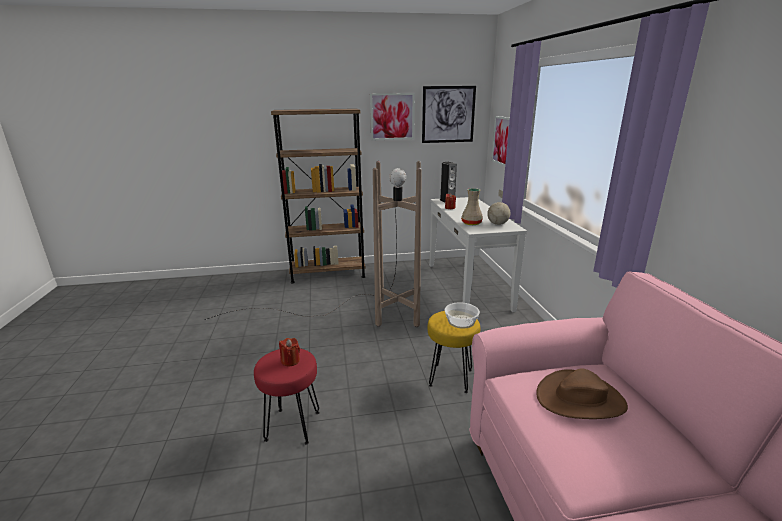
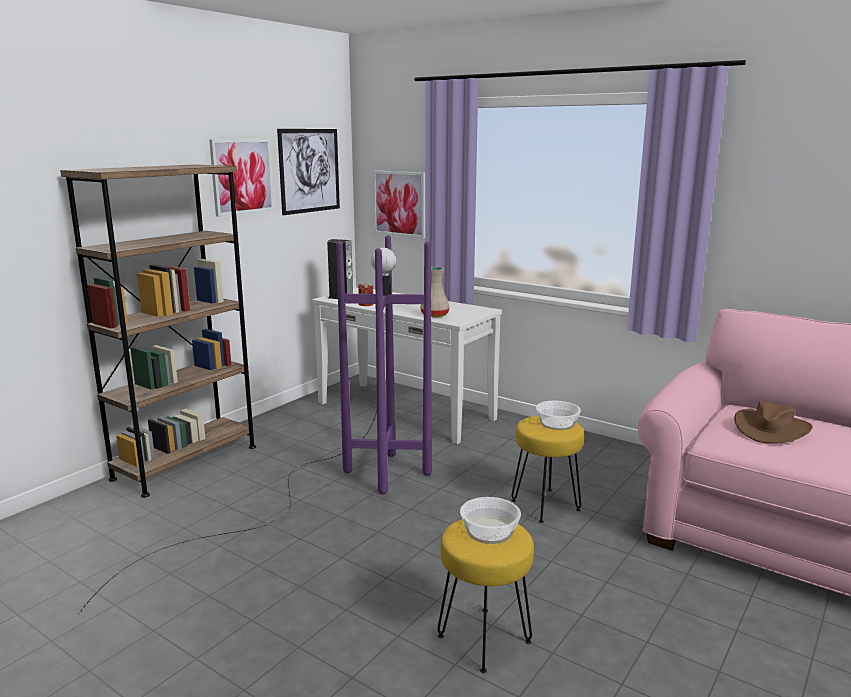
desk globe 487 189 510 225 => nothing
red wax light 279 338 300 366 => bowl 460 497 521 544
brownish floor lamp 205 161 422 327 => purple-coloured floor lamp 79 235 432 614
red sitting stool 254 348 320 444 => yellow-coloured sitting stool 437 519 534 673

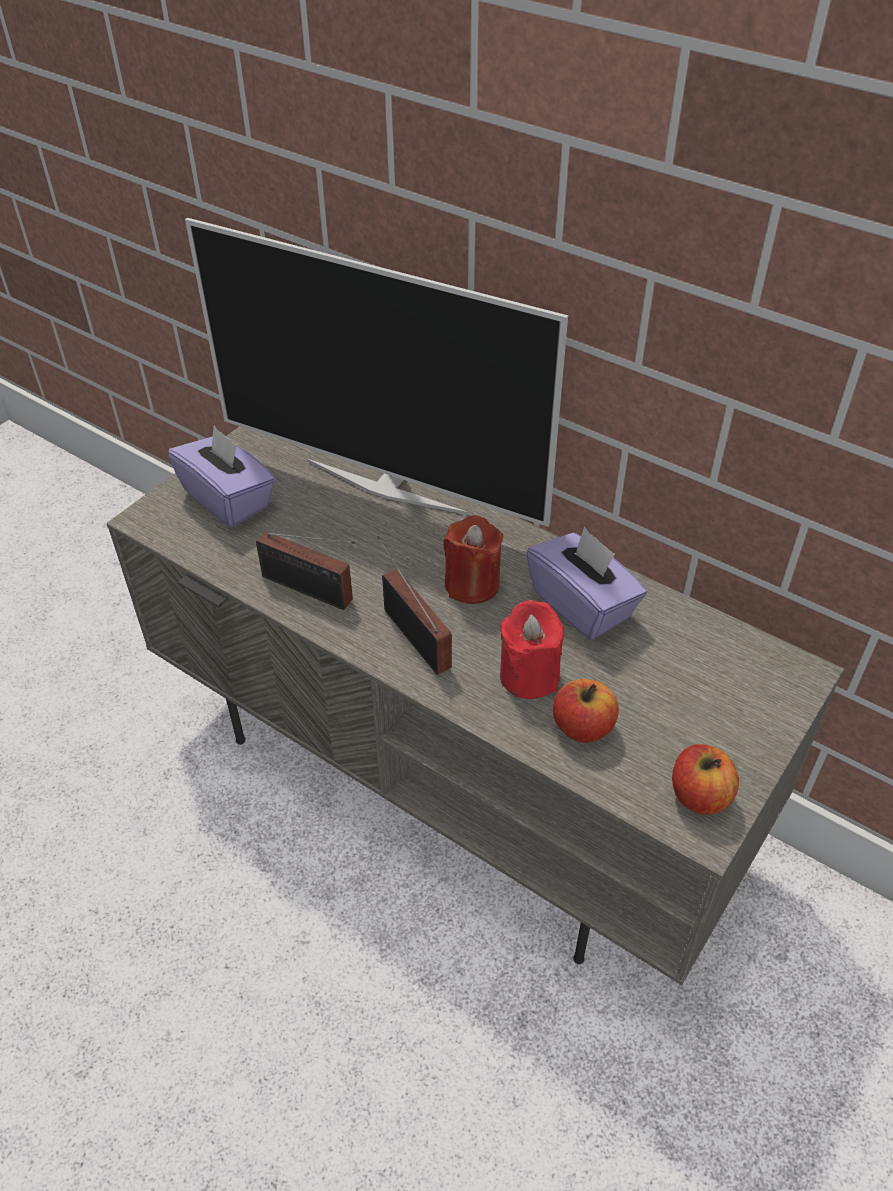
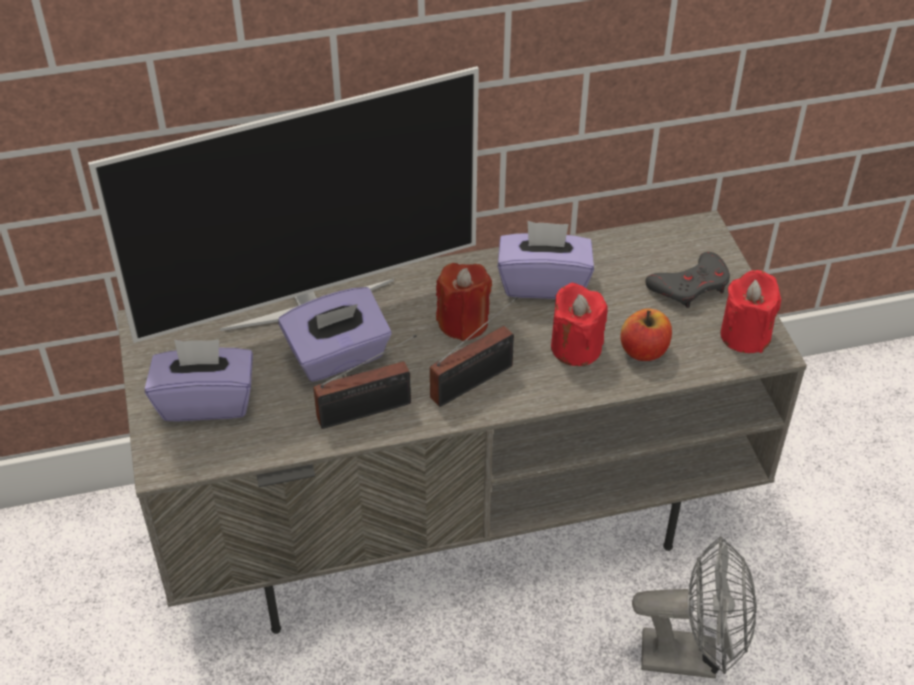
nothing => purple-coloured tissue box 278 287 392 382
nothing => grey cooling fan 632 536 757 679
nothing => grey gamepad 645 252 730 308
apple 672 744 739 815 => red wax light 720 270 781 353
radio 377 536 452 675 => radio 430 297 518 407, 135 degrees clockwise

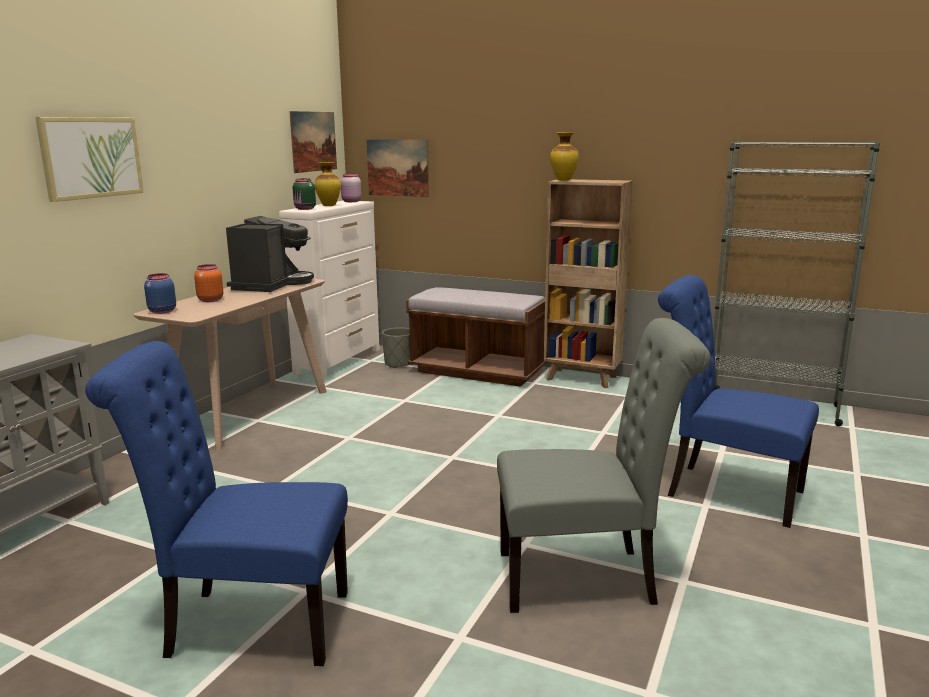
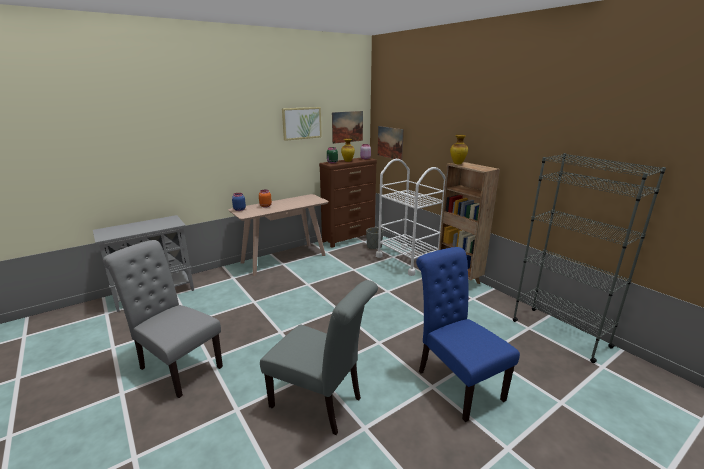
coffee brewer 226 216 314 292 => nothing
wall art 35 117 144 202 => wall art 282 107 322 141, shifted
brownish long seat 406 287 548 387 => white-coloured trolley 376 159 445 276
blue-coloured chair 85 341 348 666 => grey chair 103 240 223 398
white-coloured dresser 279 201 380 379 => brownish dresser 319 158 377 248

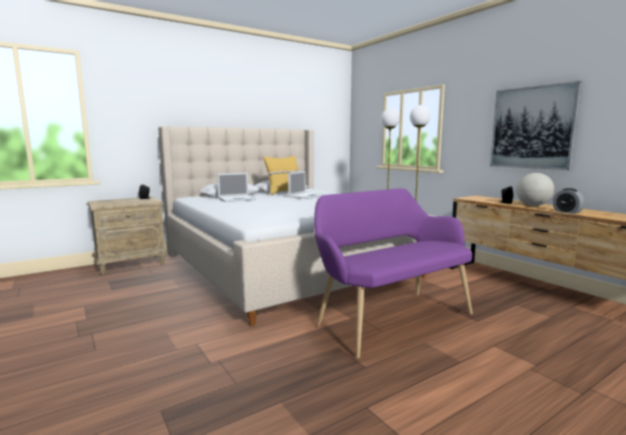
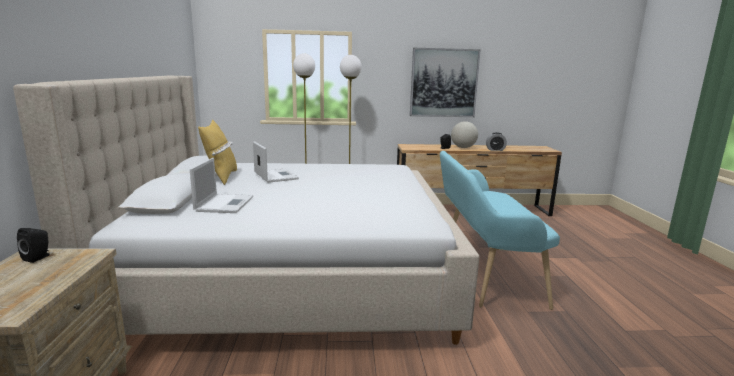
purple-coloured long seat 314 188 473 359 => turquoise-coloured long seat 440 151 560 310

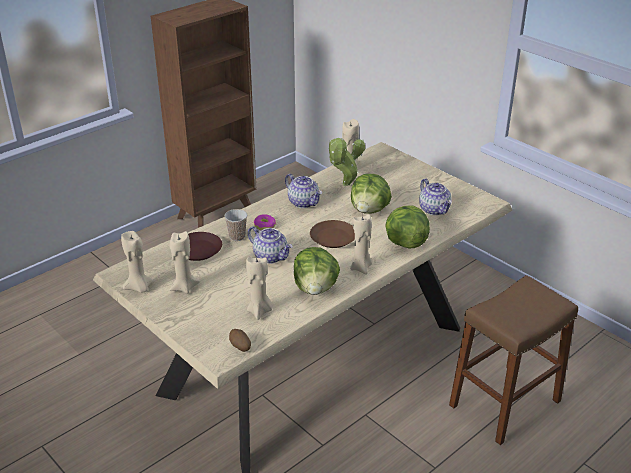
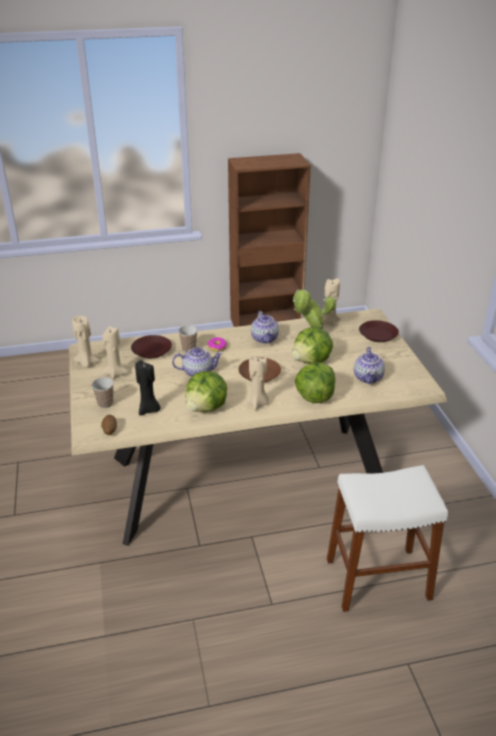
nothing => small cup 91 377 114 408
nothing => brownish dinner plate 359 320 399 342
beige-coloured wax light 246 256 273 320 => black-coloured wax light 135 360 161 416
brownish sitting stool 449 275 578 445 => white-coloured sitting stool 327 465 448 612
tea pot 248 226 293 264 => tea pot 172 347 223 377, 75 degrees counterclockwise

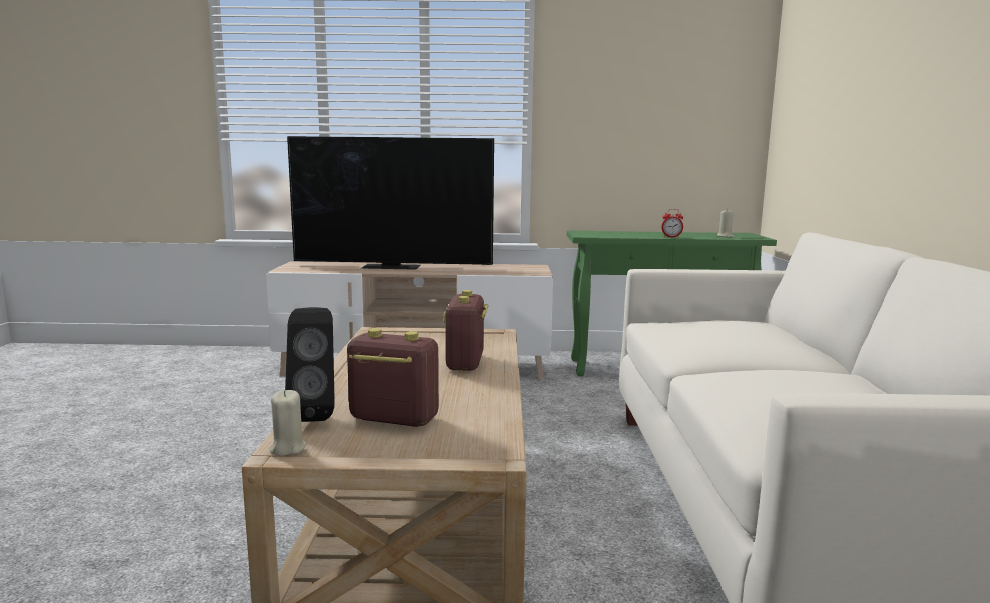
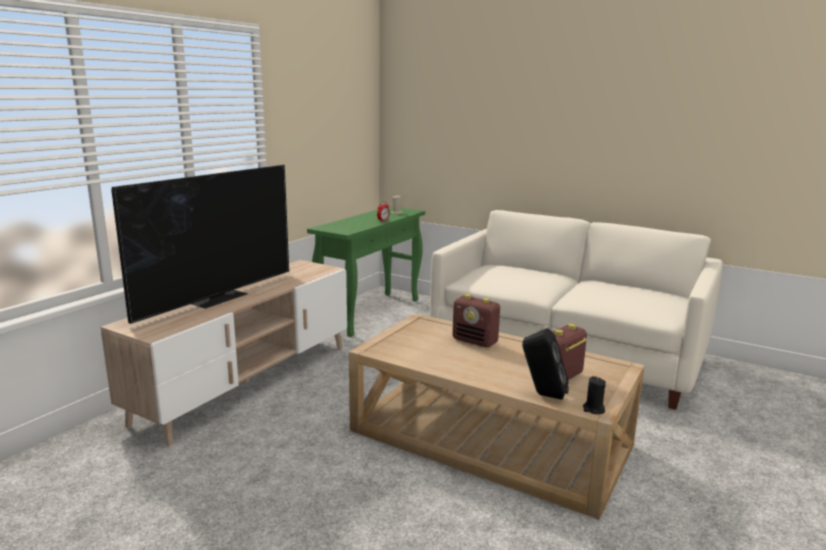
beige-coloured wax light 269 390 306 456 => black-coloured wax light 583 376 606 414

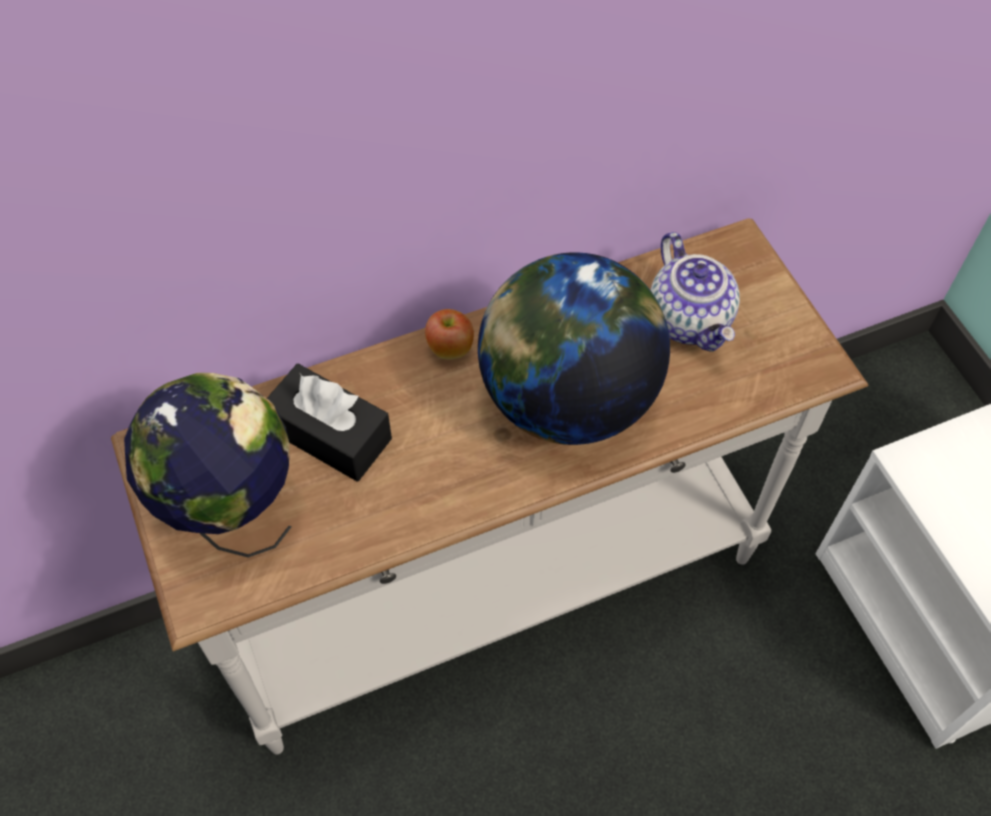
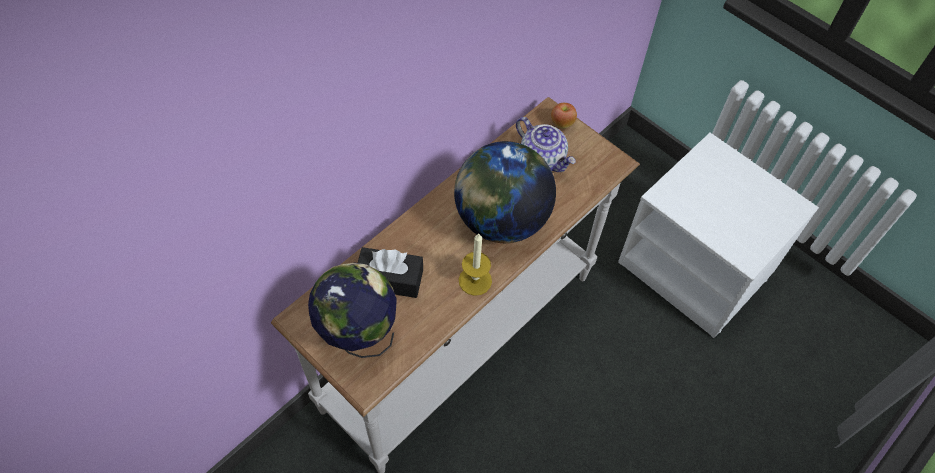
nothing => wax light 459 234 492 296
apple 425 309 474 360 => apple 551 103 577 129, shifted

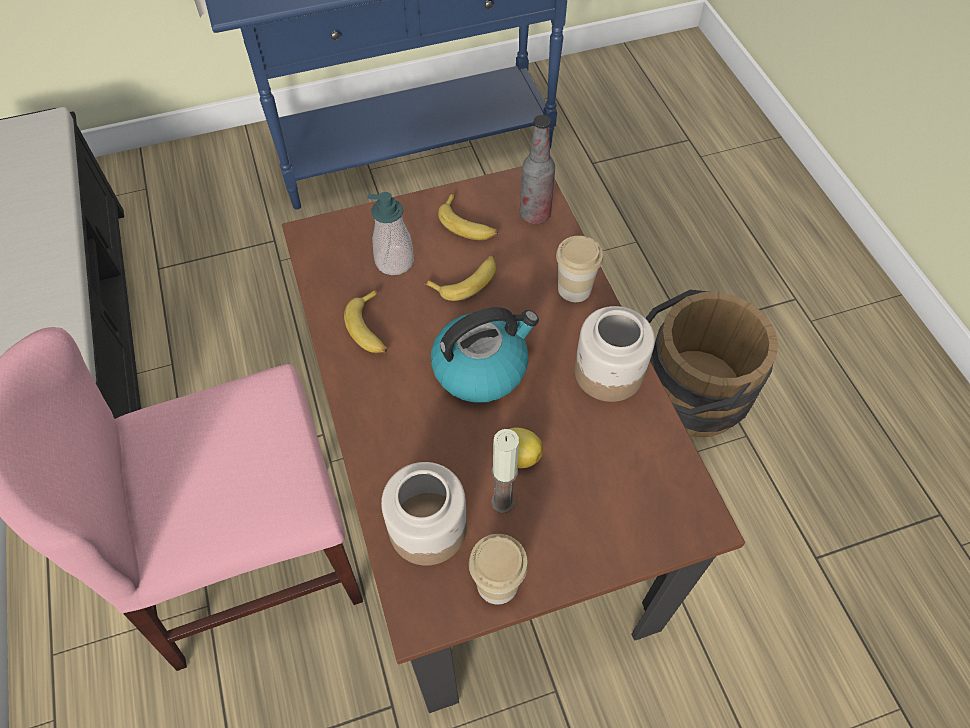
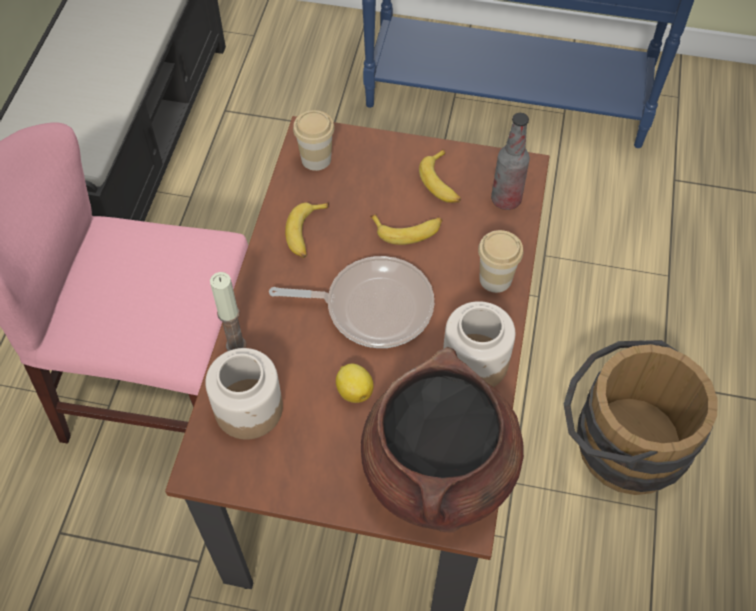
soap dispenser 368 192 414 275 => nothing
nothing => brownish saucepot 361 347 524 533
small cup 469 534 528 604 => small cup 293 110 335 171, shifted
wax light 491 429 519 513 => wax light 210 272 246 351, shifted
tea kettle 431 307 539 403 => pan 269 256 434 348

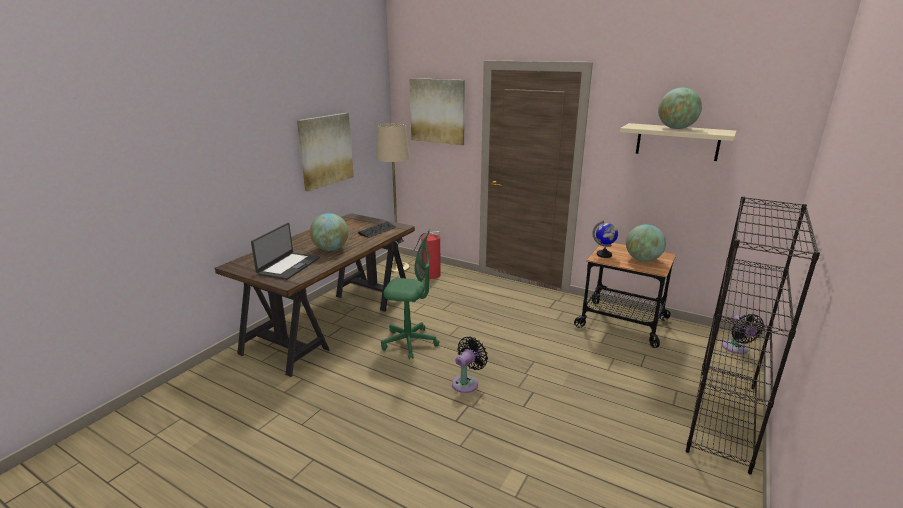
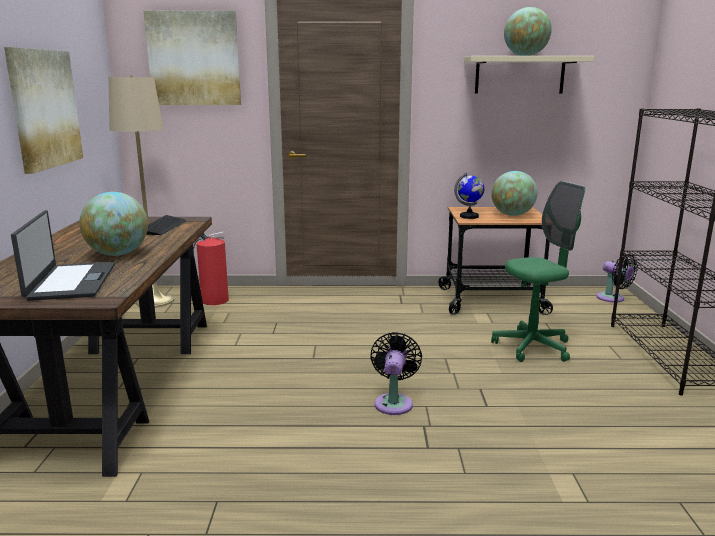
green desk chair 381 229 439 359 => green desk chair 491 181 585 362, shifted

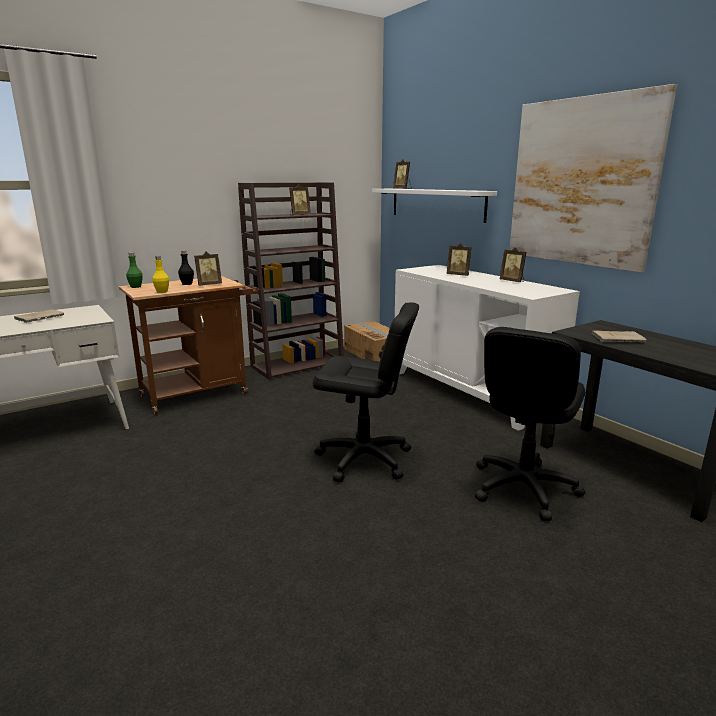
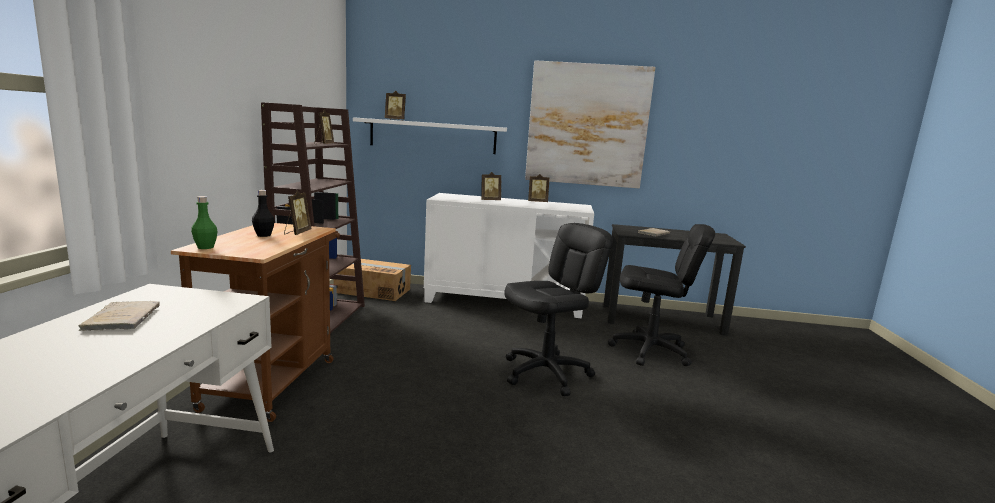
yellow-coloured bottle 153 256 169 293 => nothing
black-coloured desk chair 475 327 585 521 => black-coloured desk chair 608 224 715 366, 60 degrees counterclockwise

